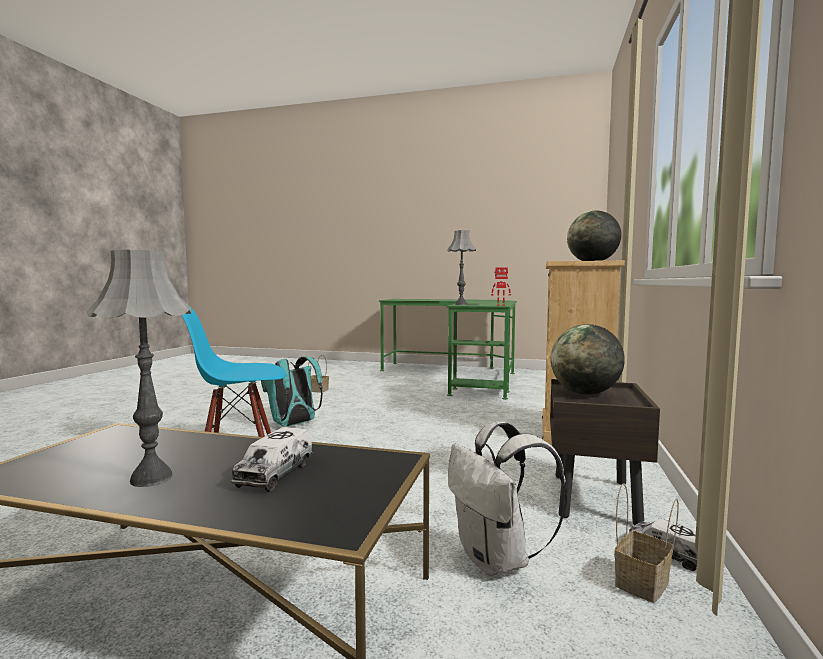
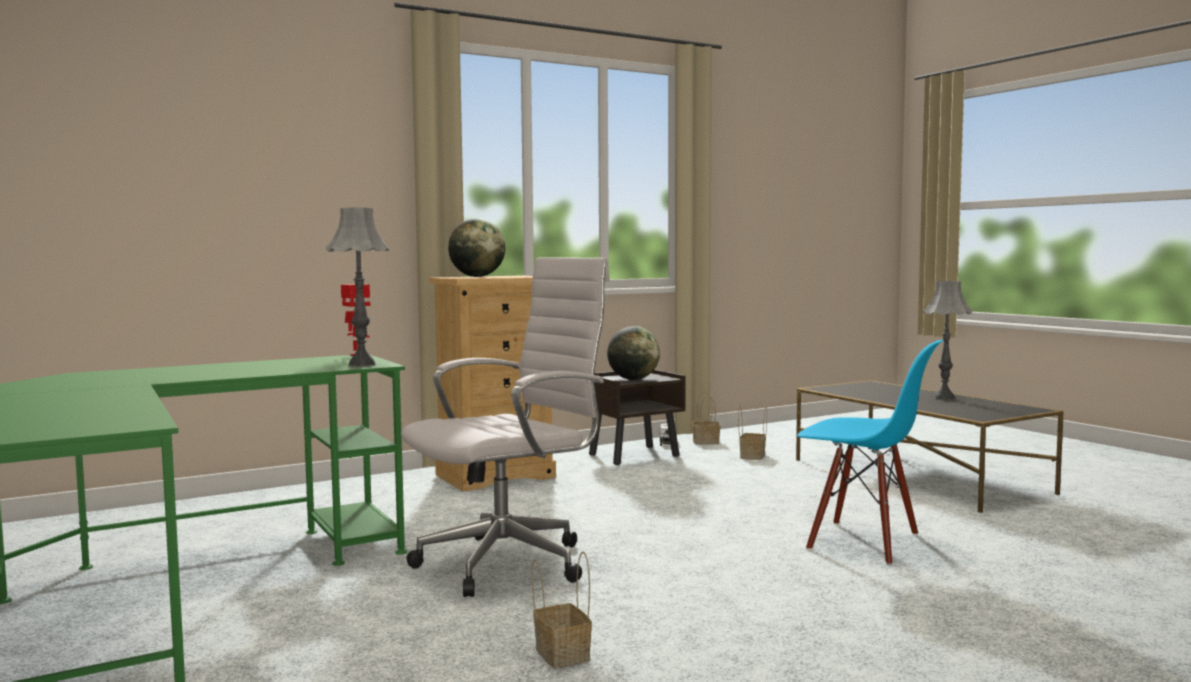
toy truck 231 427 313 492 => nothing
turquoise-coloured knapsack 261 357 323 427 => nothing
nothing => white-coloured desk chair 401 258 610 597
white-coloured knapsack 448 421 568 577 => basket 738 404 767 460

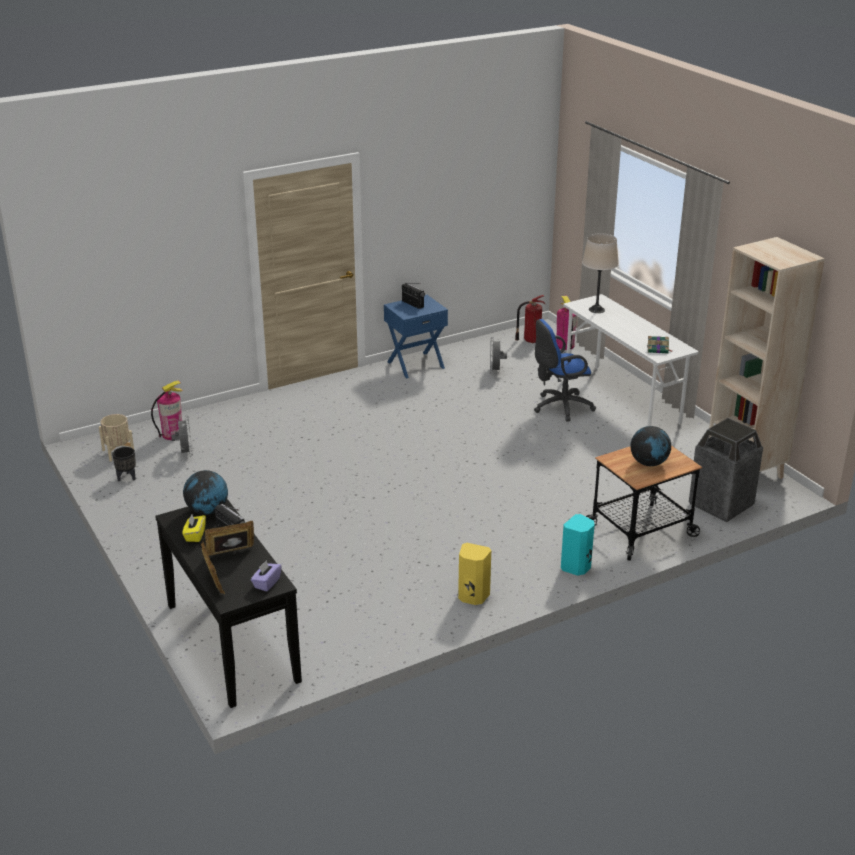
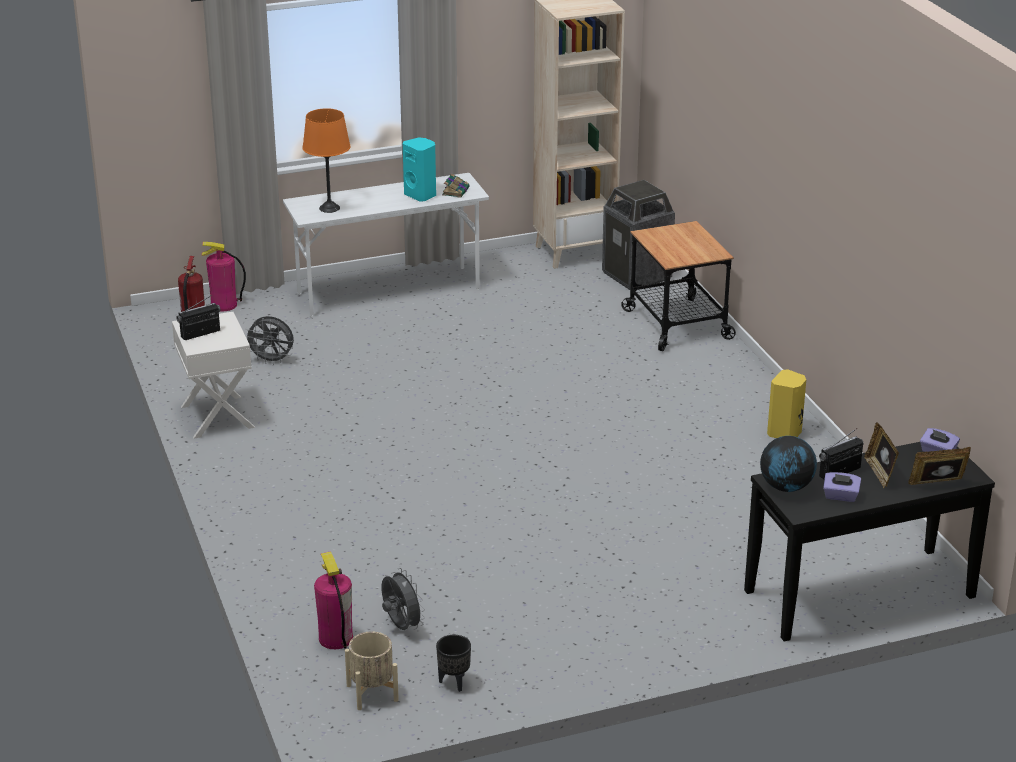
blue-coloured desk chair 534 319 596 422 => nothing
desk globe 631 426 671 466 => nothing
turquoise-coloured audio speaker 561 514 594 576 => turquoise-coloured audio speaker 403 137 436 202, shifted
yellow-coloured tissue box 182 514 206 542 => purple-coloured tissue box 823 472 861 502
blue-coloured nightstand 384 295 448 378 => white-coloured nightstand 172 312 255 439
beige-coloured tabletop lamp 582 233 619 313 => orangey tabletop lamp 302 108 350 213
grey cooling fan 171 418 193 457 => grey cooling fan 381 568 425 630, 60 degrees clockwise

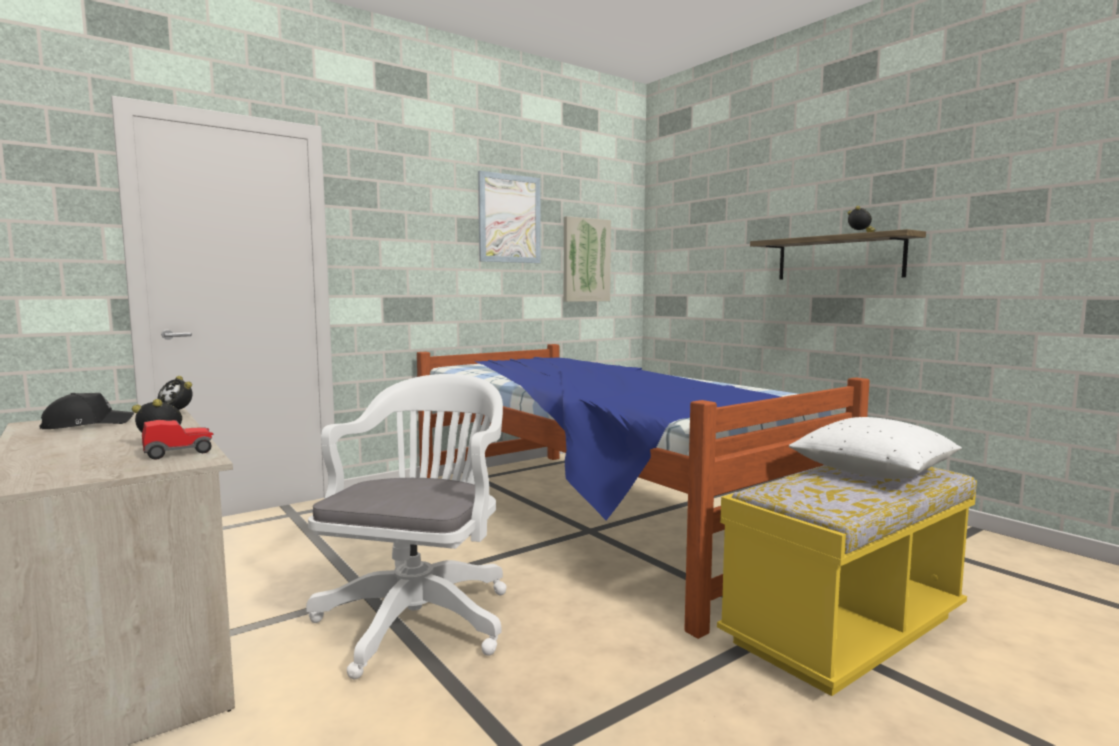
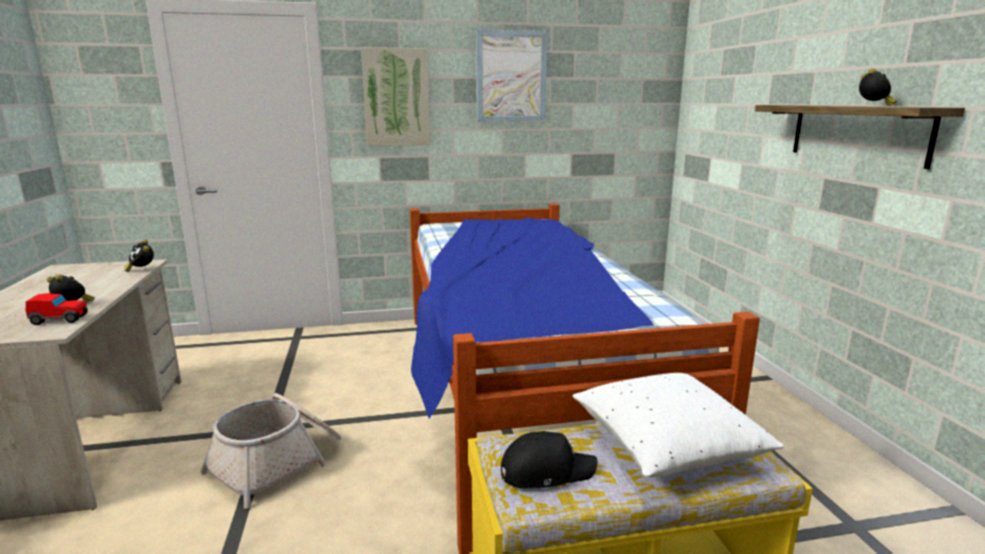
black-coloured baseball cap 39 393 134 429 => black-coloured baseball cap 501 431 598 488, shifted
wall art 564 216 611 302 => wall art 361 47 430 146, shifted
white-coloured desk chair 306 374 506 679 => basket 200 393 341 509

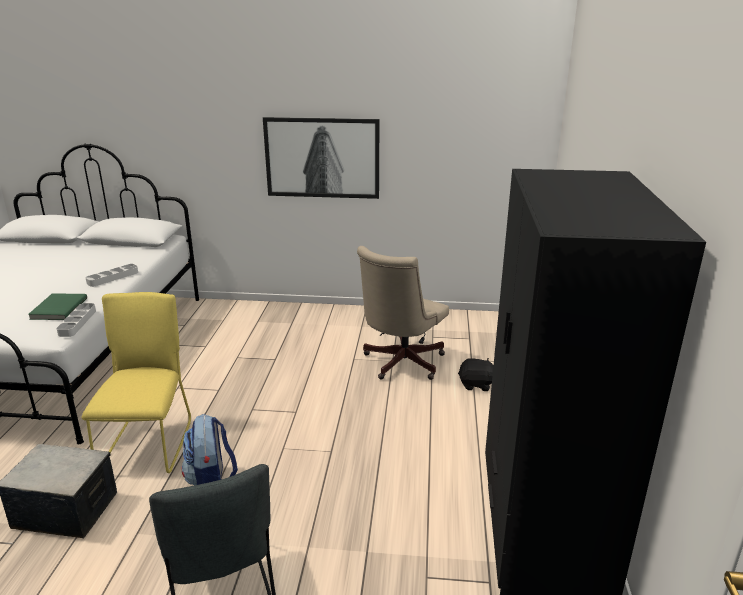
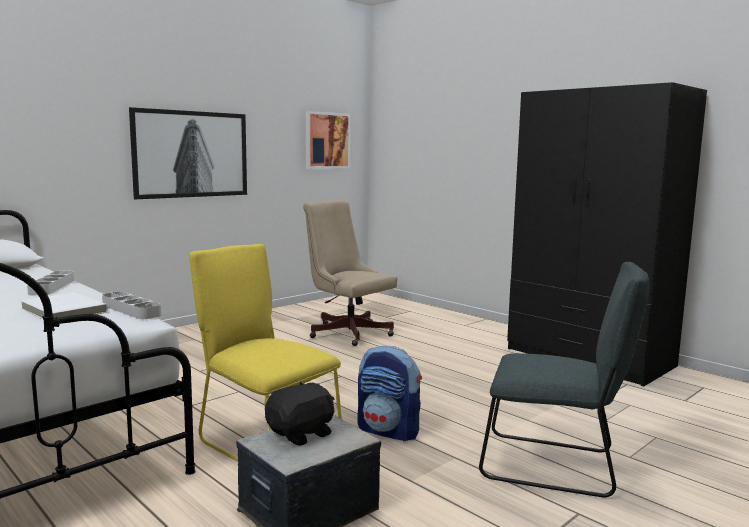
nothing => wall art 306 111 351 169
black-coloured plush toy 458 358 494 391 => black-coloured plush toy 265 381 335 446, shifted
green book 28 293 87 320 => white-coloured book 21 292 108 319
beige-coloured desk chair 357 246 449 380 => beige-coloured desk chair 303 200 397 346, 150 degrees clockwise

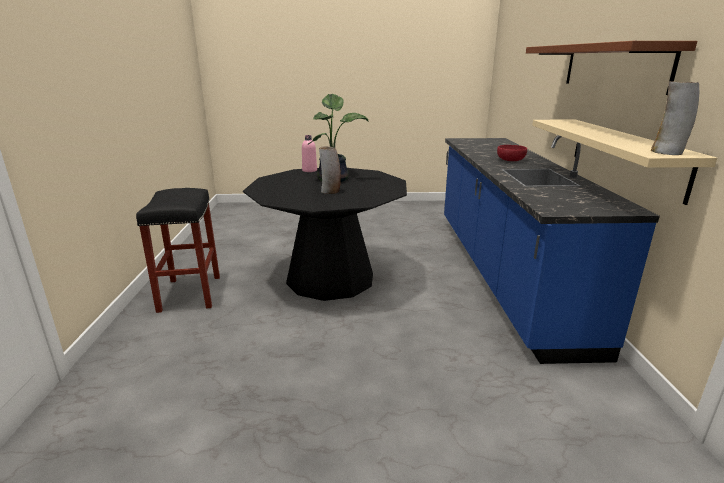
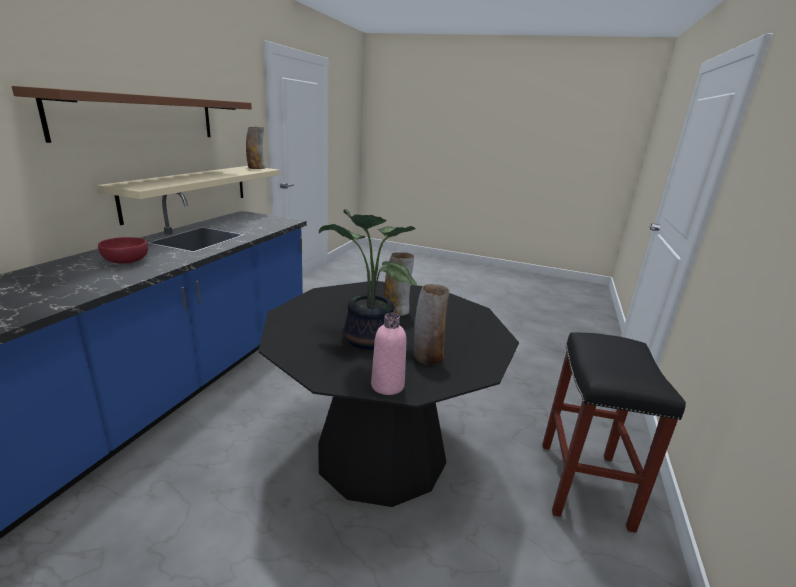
nothing => decorative vase 414 284 450 365

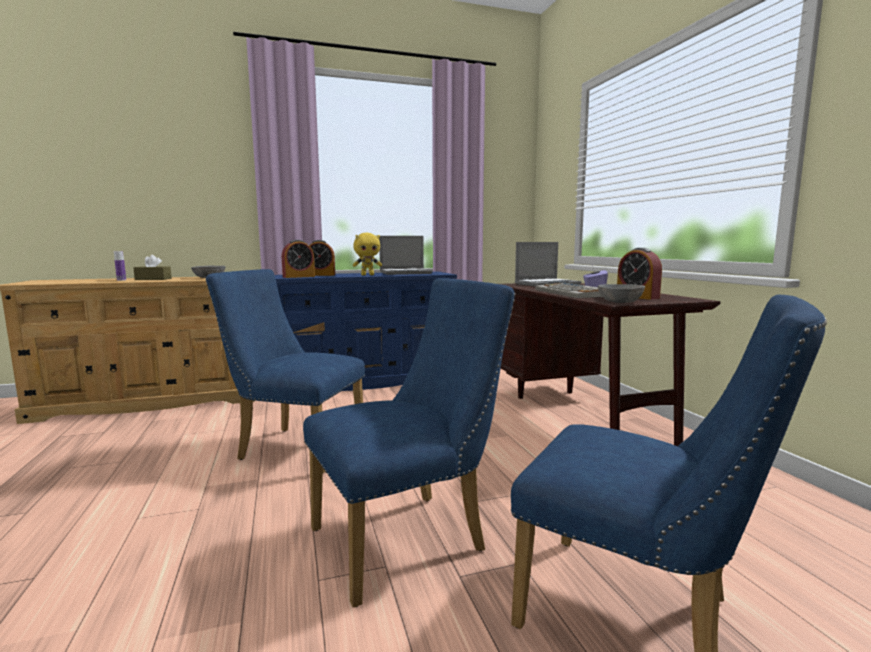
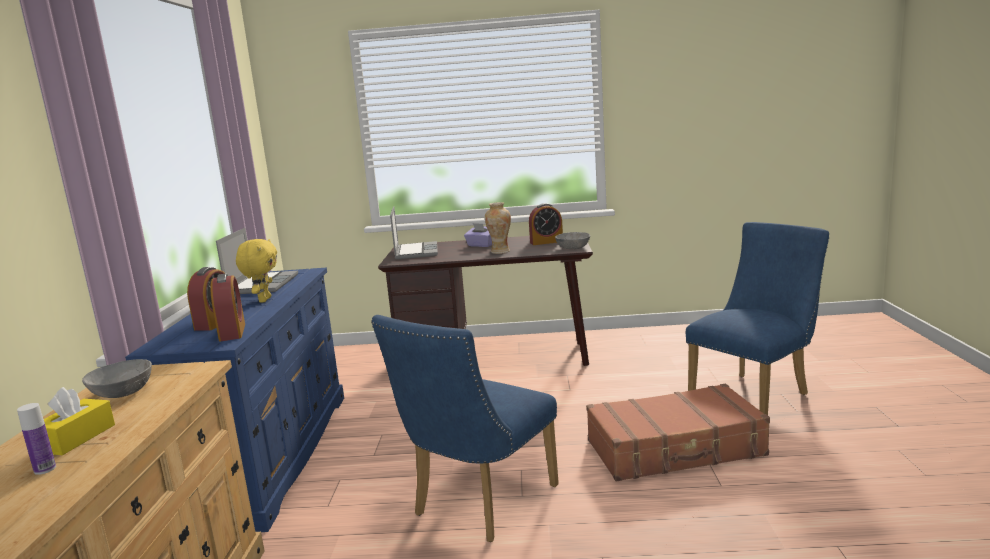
blue-coloured chair 303 278 515 608 => brownish suitcase 586 384 770 482
PC keyboard 535 283 602 298 => decorative vase 485 202 511 254
brownish tissue box 133 255 172 280 => yellow-coloured tissue box 44 387 115 455

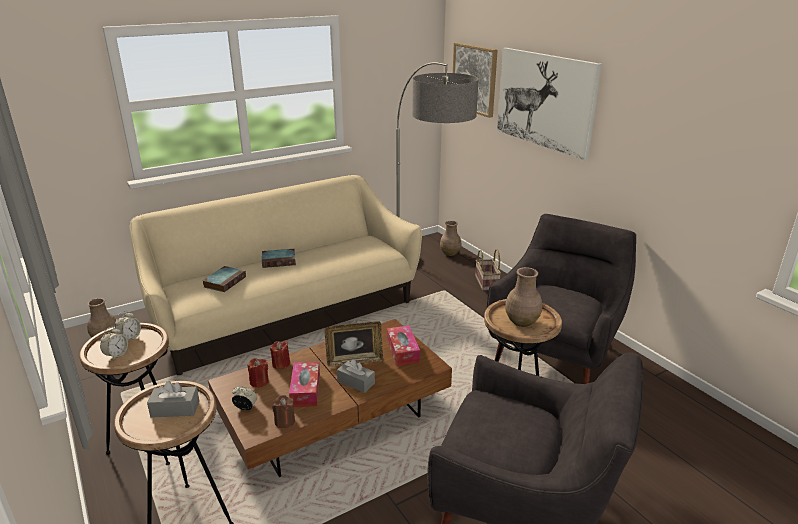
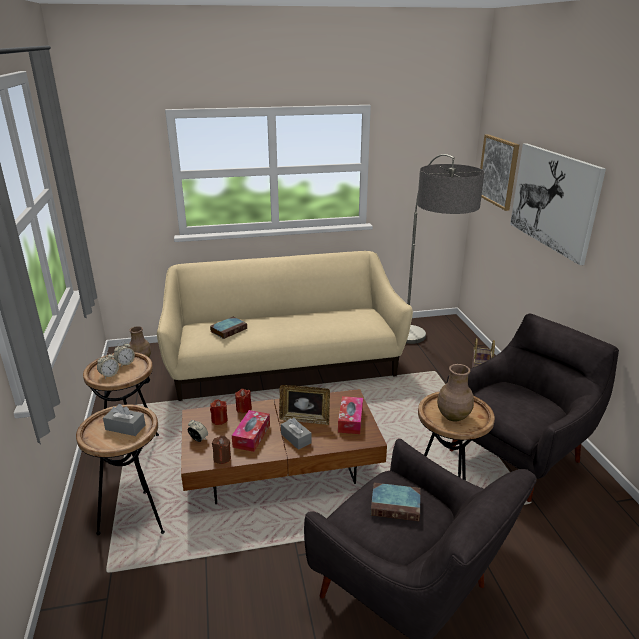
brownish decorative vase 440 221 461 256 => nothing
book 262 249 296 268 => book 371 483 420 521, shifted

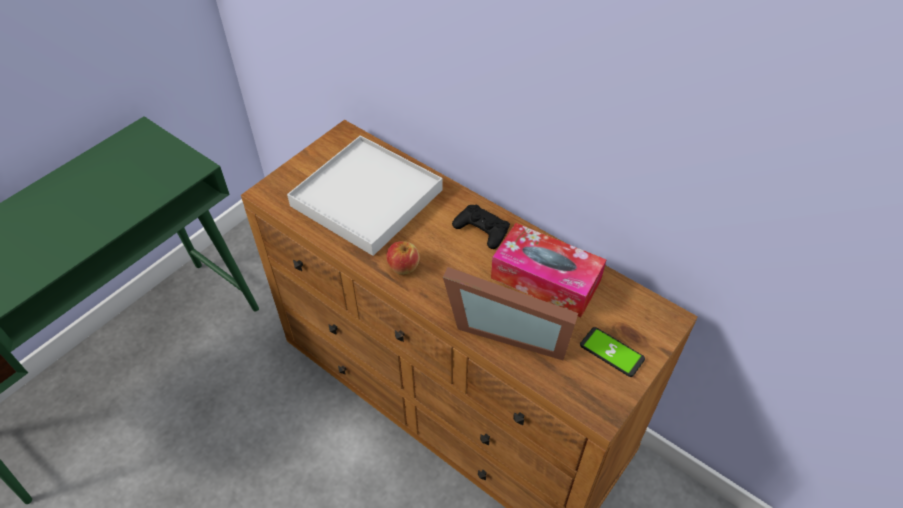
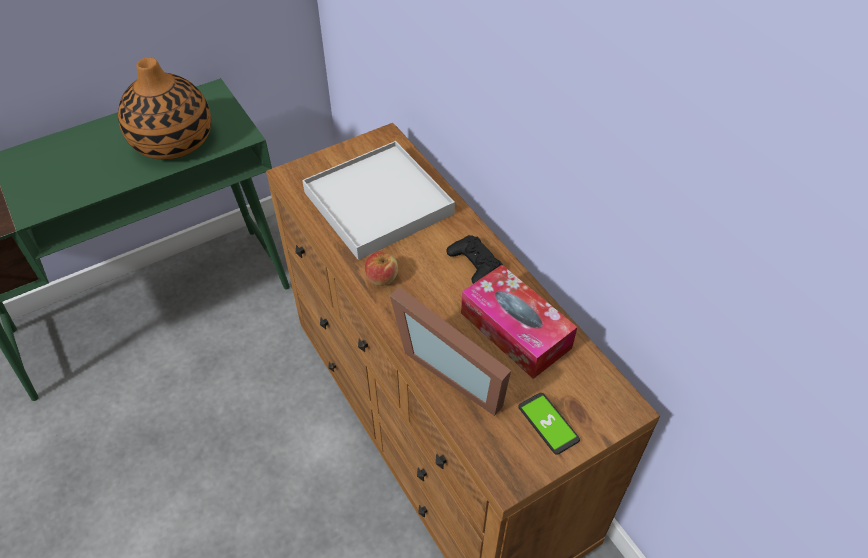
nothing => decorative vase 118 57 211 160

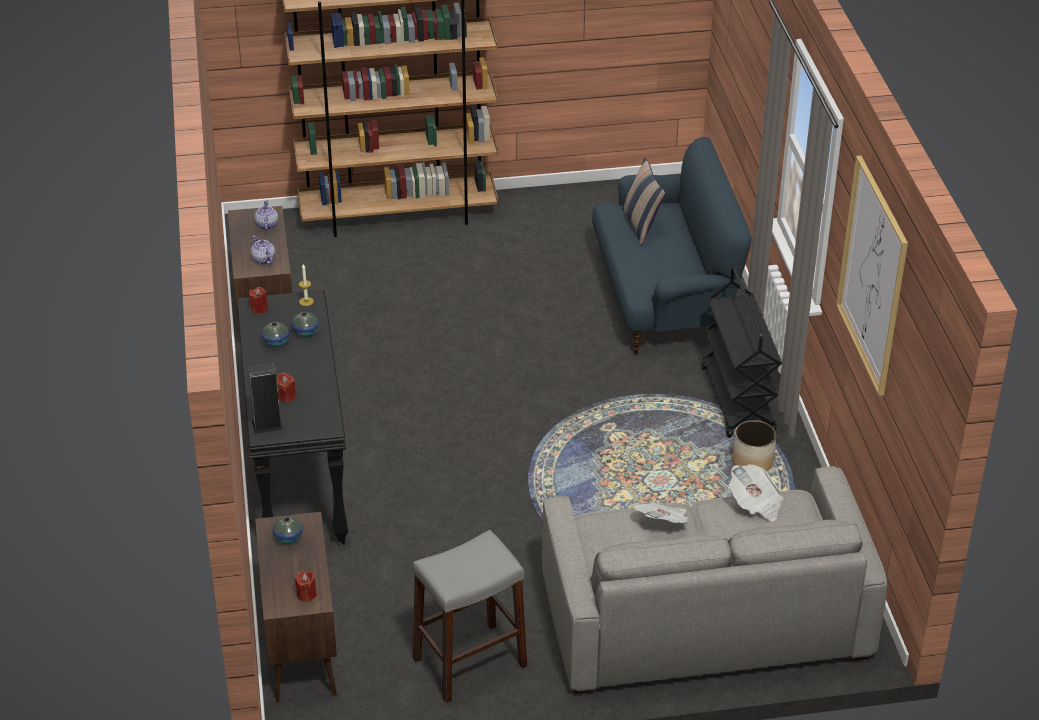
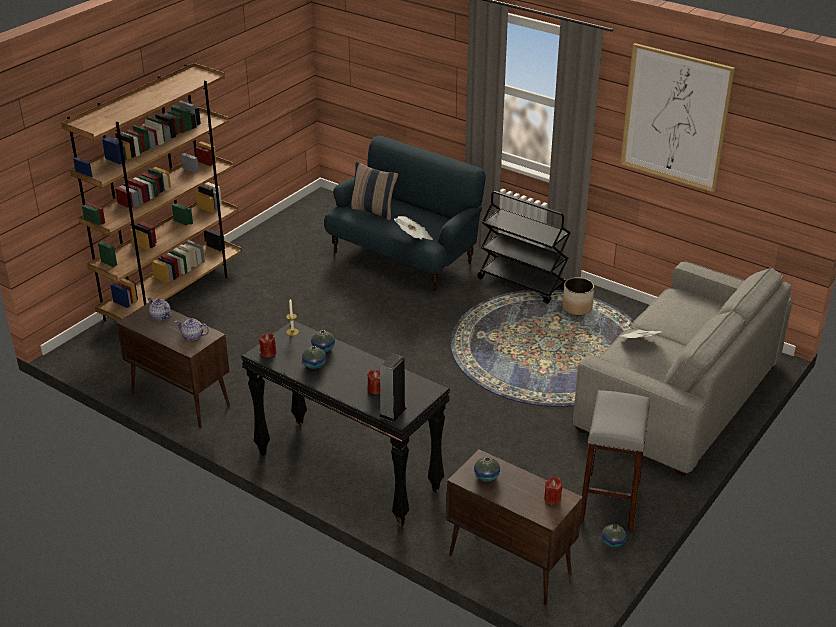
nothing => decorative vase 602 524 627 548
daily paper 729 464 783 522 => daily paper 394 216 433 240, shifted

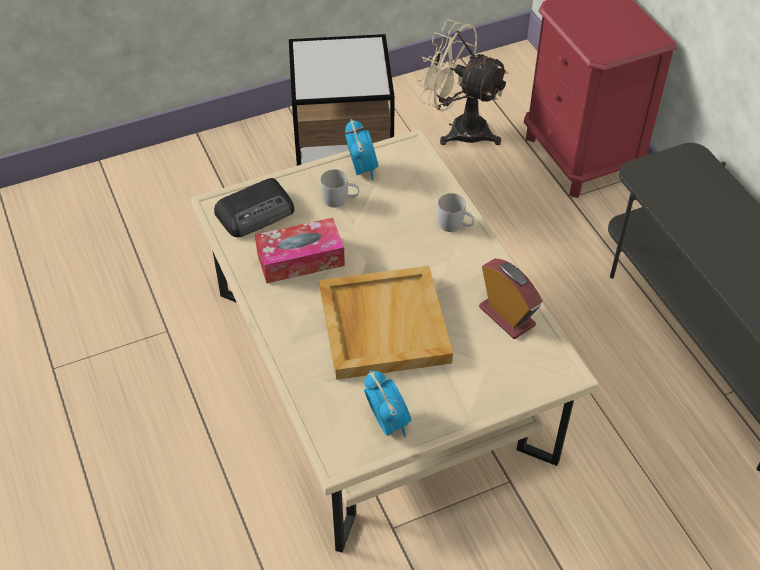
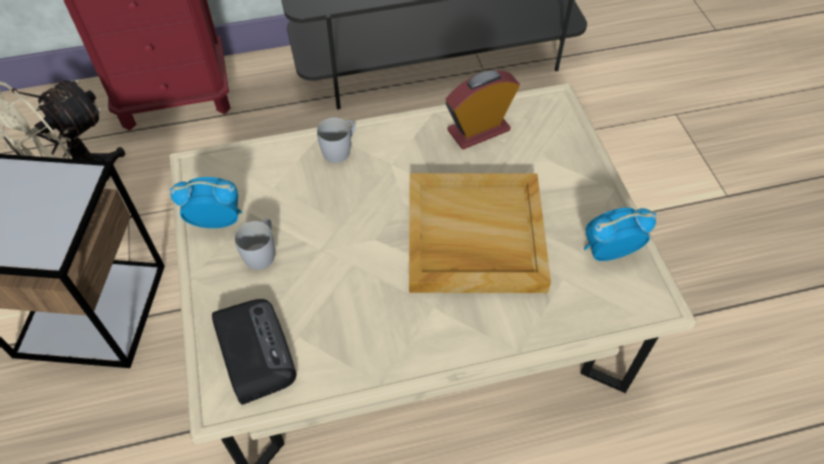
tissue box 255 218 345 284 => nothing

